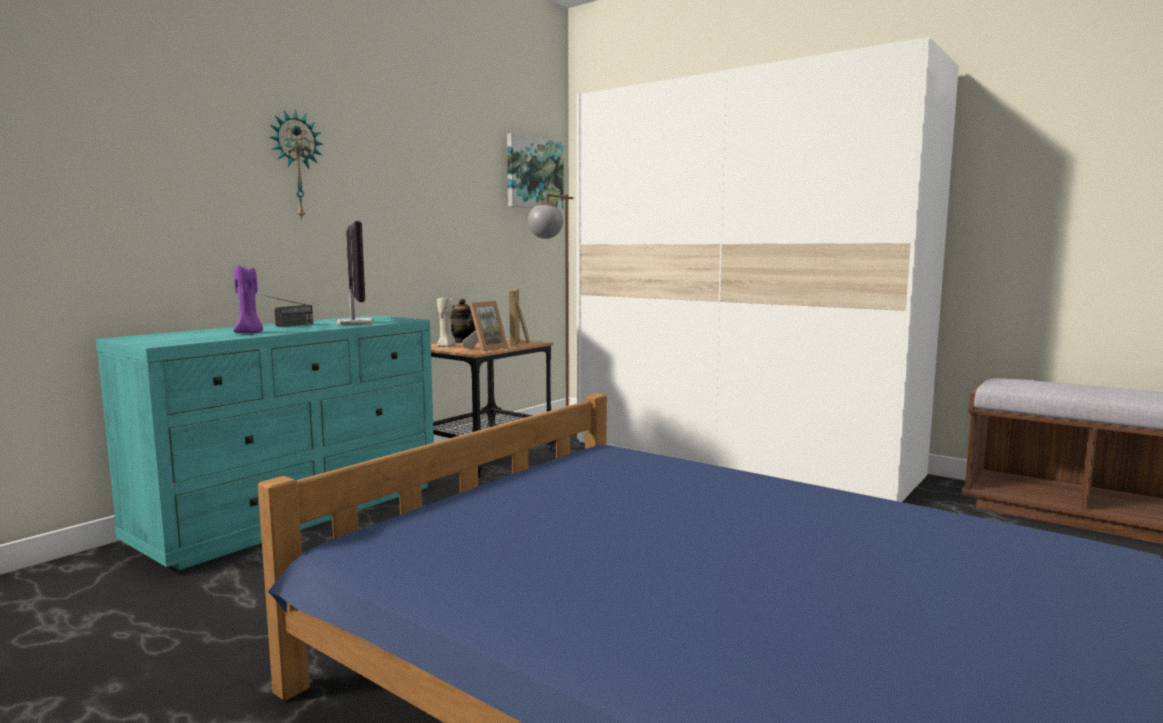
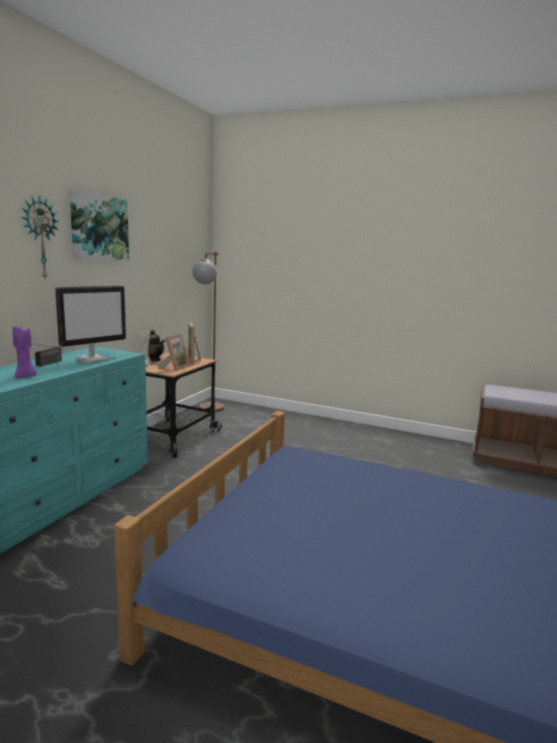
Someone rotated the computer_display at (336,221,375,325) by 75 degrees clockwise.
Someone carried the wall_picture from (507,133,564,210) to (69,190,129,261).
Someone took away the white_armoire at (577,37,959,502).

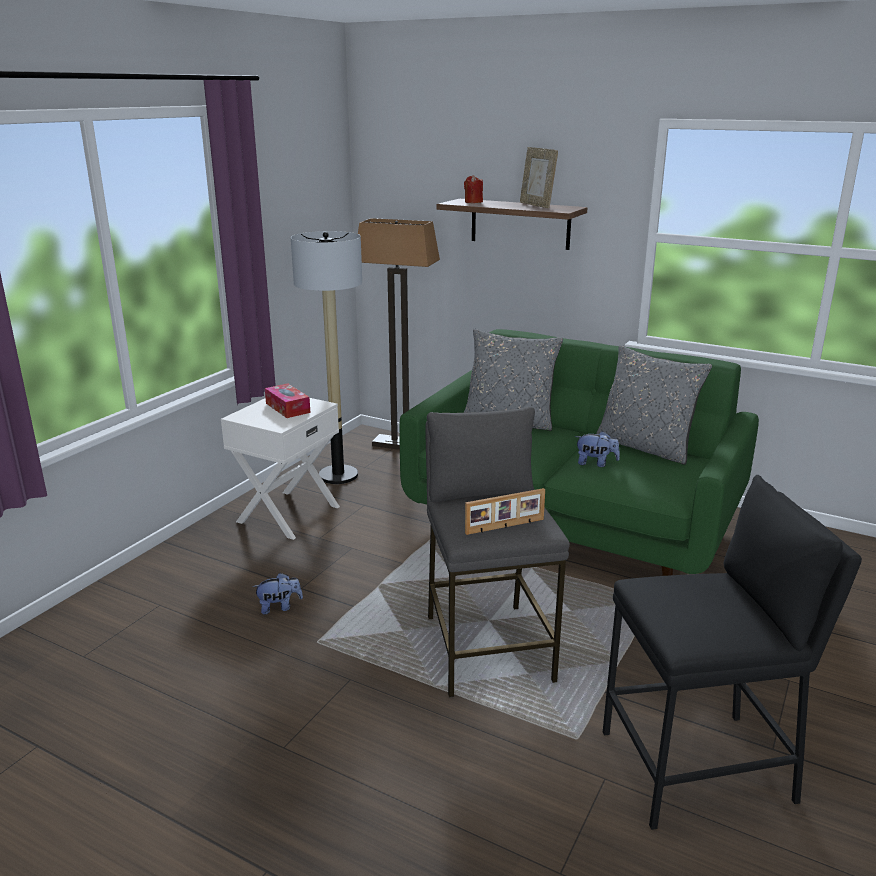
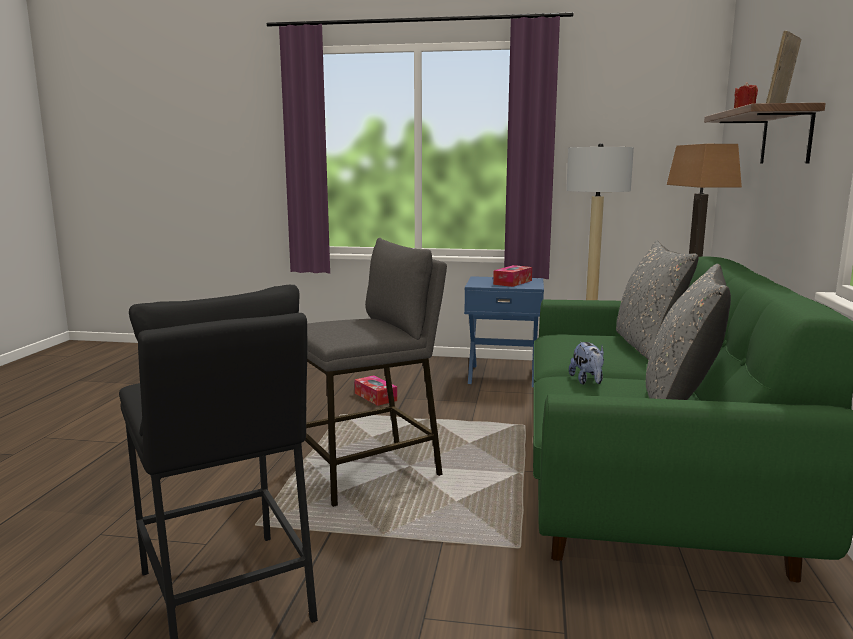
Someone swapped the plush_toy at (253,573,303,615) for the tissue_holder at (355,375,397,406).
Someone repainted the white_night_table at (221,398,340,540), which became the blue-coloured_night_table at (464,276,544,387).
Someone took away the photo_frame at (465,488,545,535).

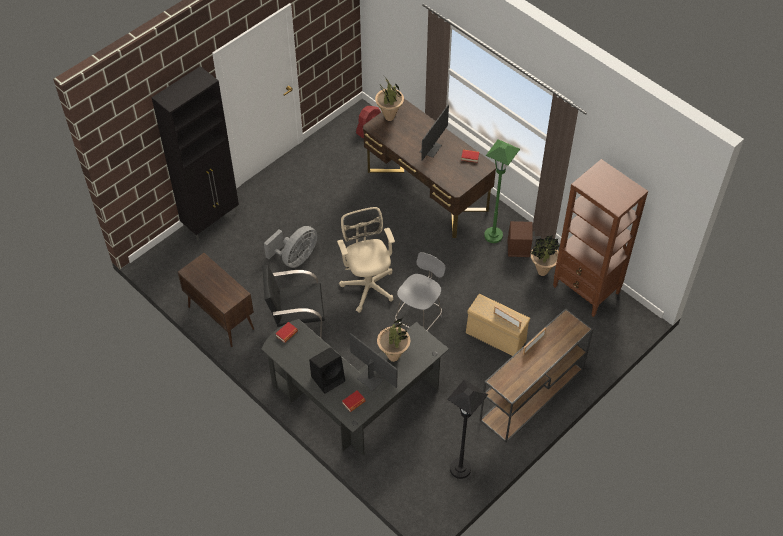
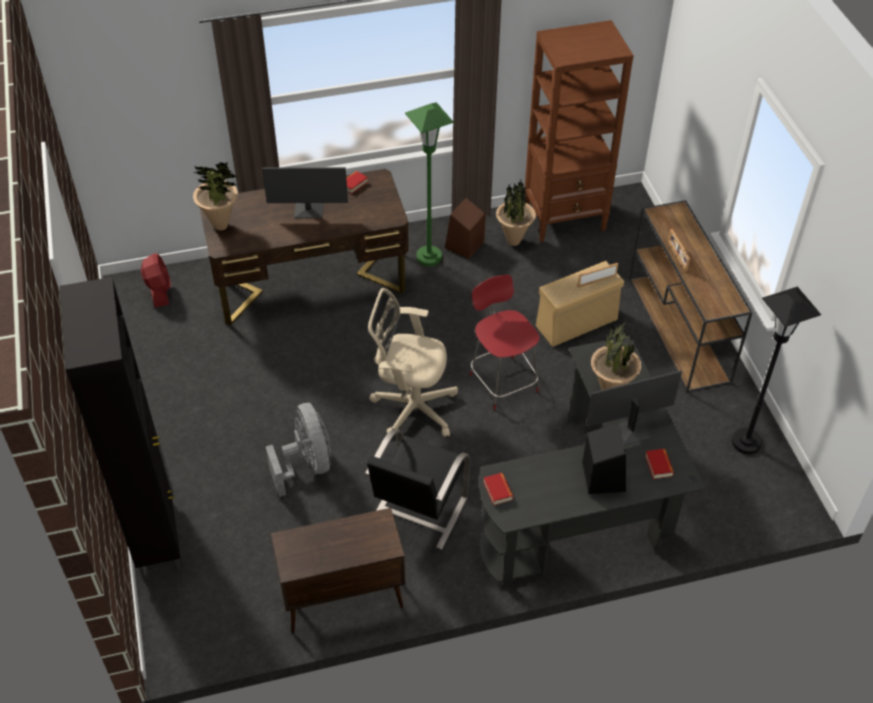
Someone rotated the computer_display at (420,104,449,161) by 120 degrees clockwise.
Someone repainted the gray_sitting_stool at (394,252,446,331), which became the reddish_sitting_stool at (470,275,539,410).

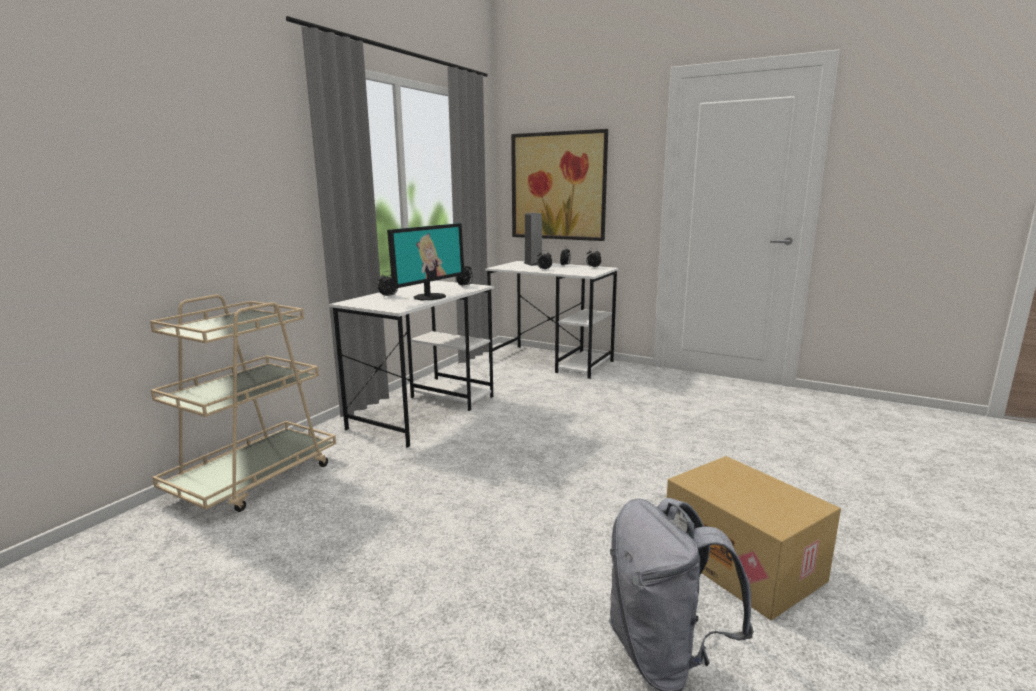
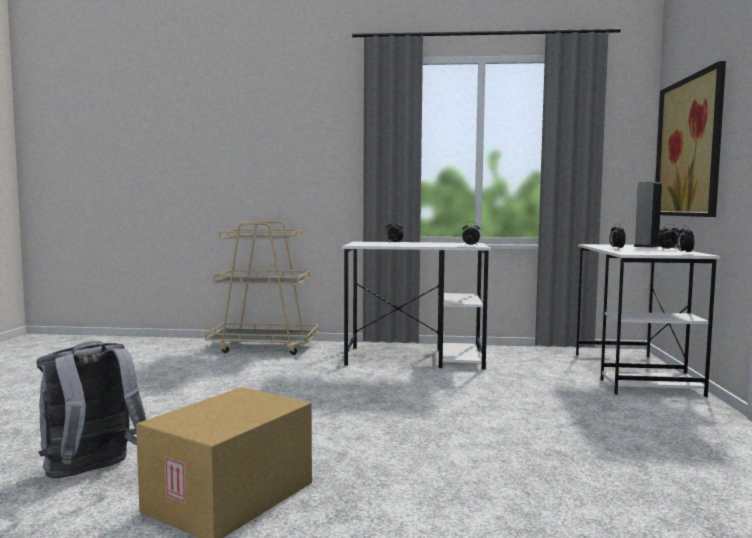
Someone took away the computer_display at (387,223,465,300).

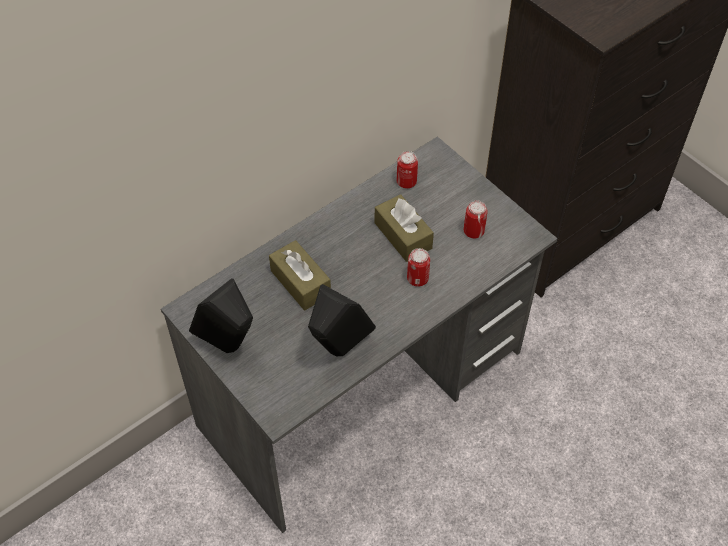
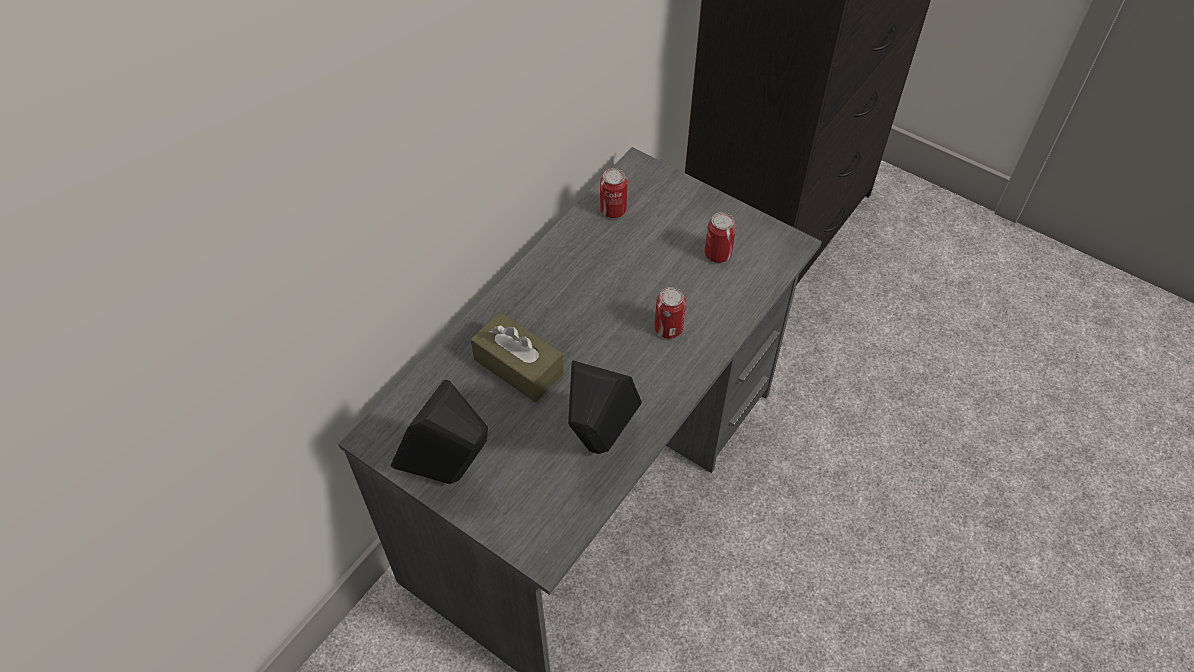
Someone took away the brownish_tissue_holder at (374,194,434,262).

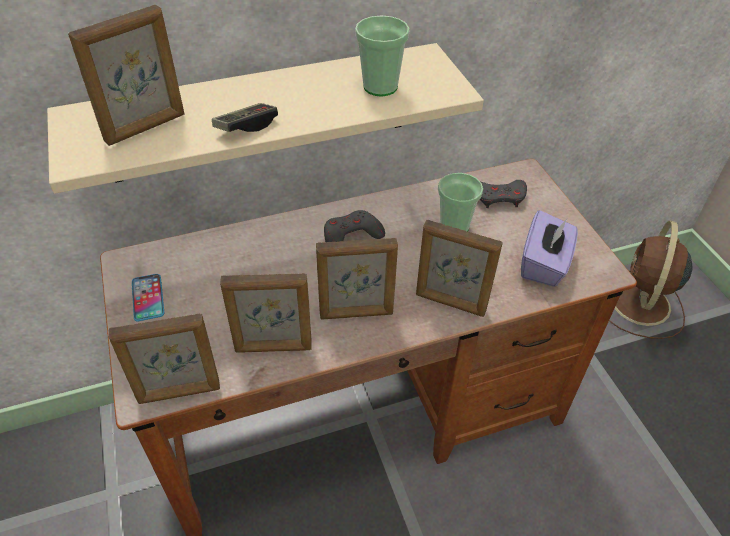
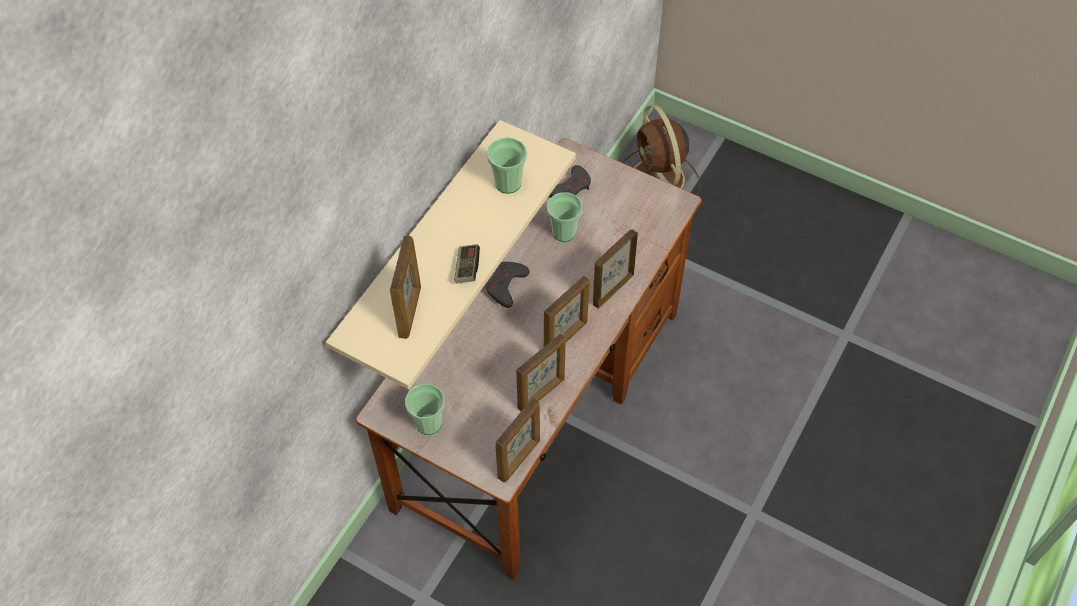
Someone swapped the handset at (132,274,164,322) for the small_cup at (405,384,444,435).
Someone rotated the photo_frame at (416,220,503,317) by 150 degrees clockwise.
Someone took away the purple_tissue_holder at (521,210,578,287).

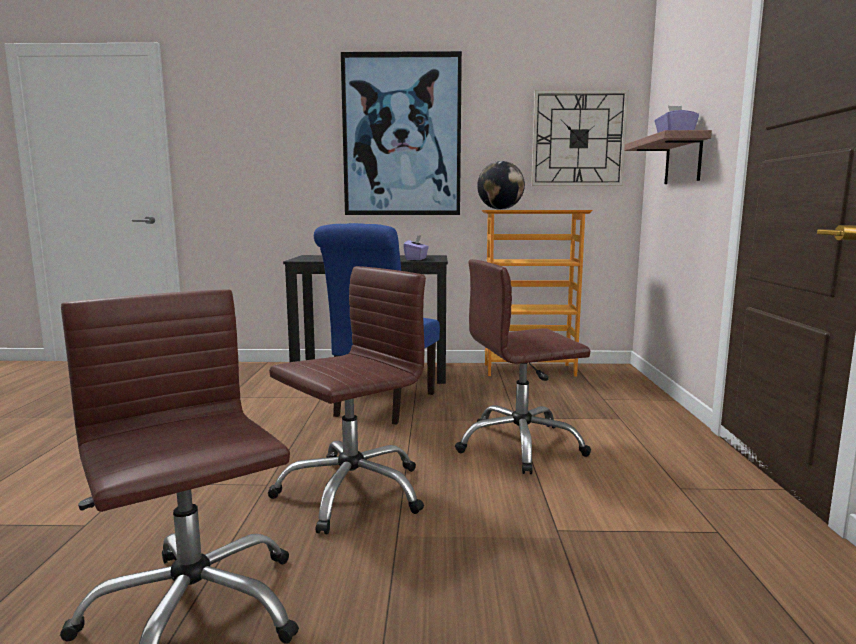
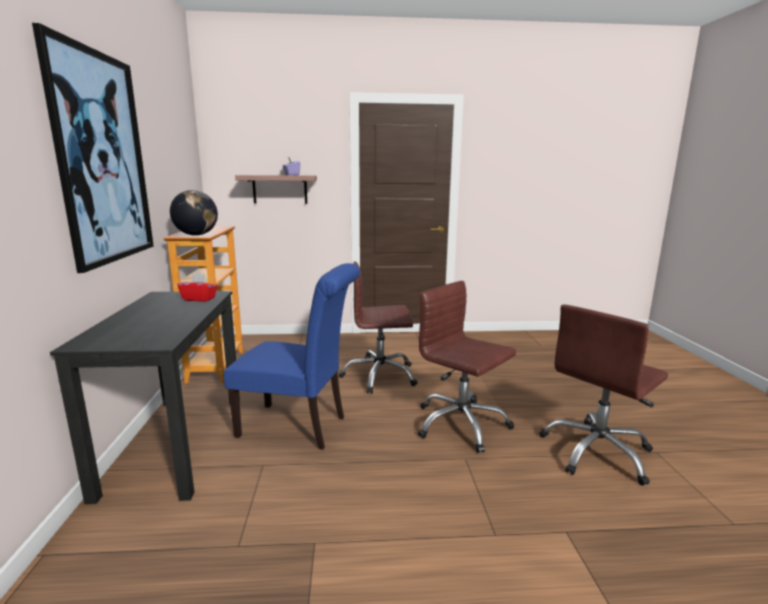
Someone repainted the purple_tissue_holder at (403,235,429,260), which became the reddish_tissue_holder at (177,274,218,302).
Someone rotated the brownish_office_chair at (455,259,591,474) by 105 degrees clockwise.
Someone took away the clock_on_the_wall at (531,90,629,186).

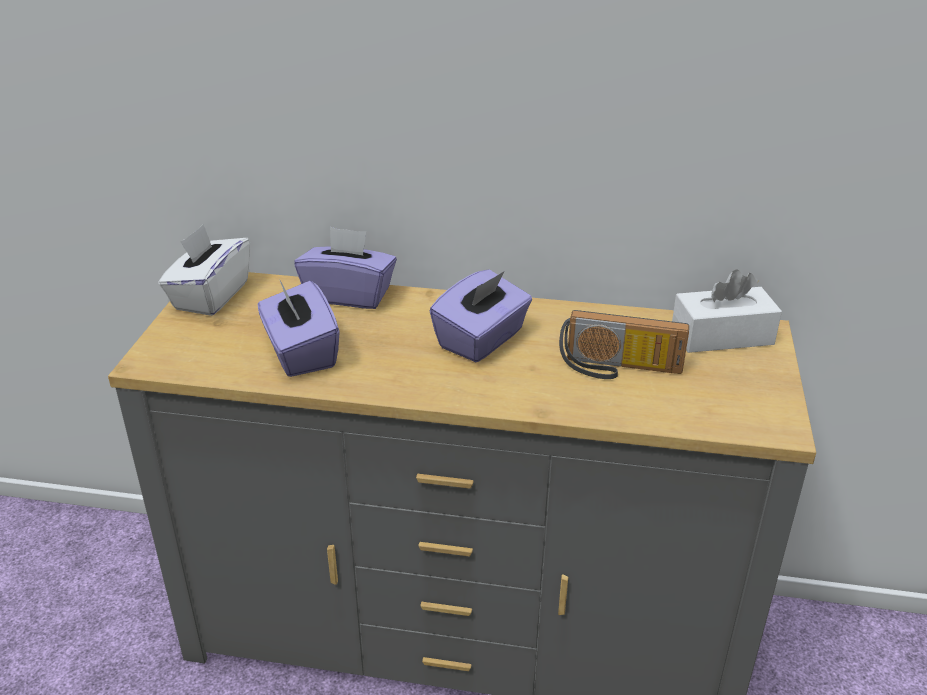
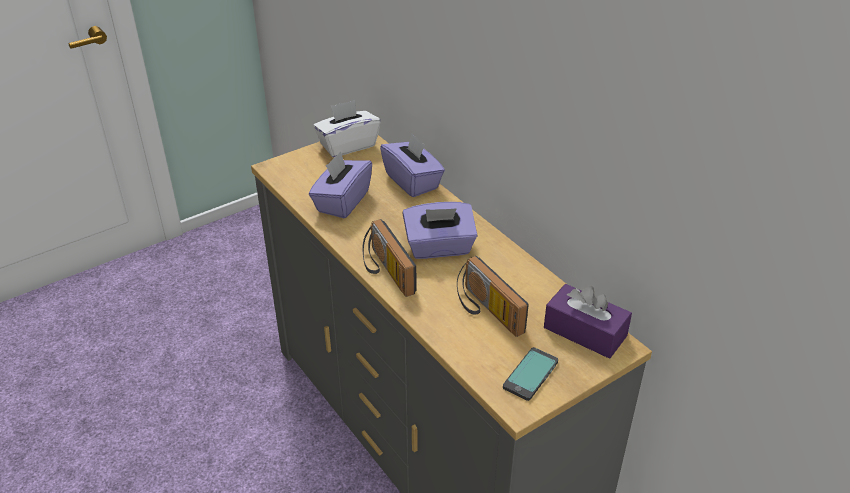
Someone put down the radio_receiver at (362,219,417,297).
Someone put down the handset at (503,347,558,401).
Someone repainted the white_tissue_holder at (672,269,782,353), which became the purple_tissue_holder at (544,284,632,359).

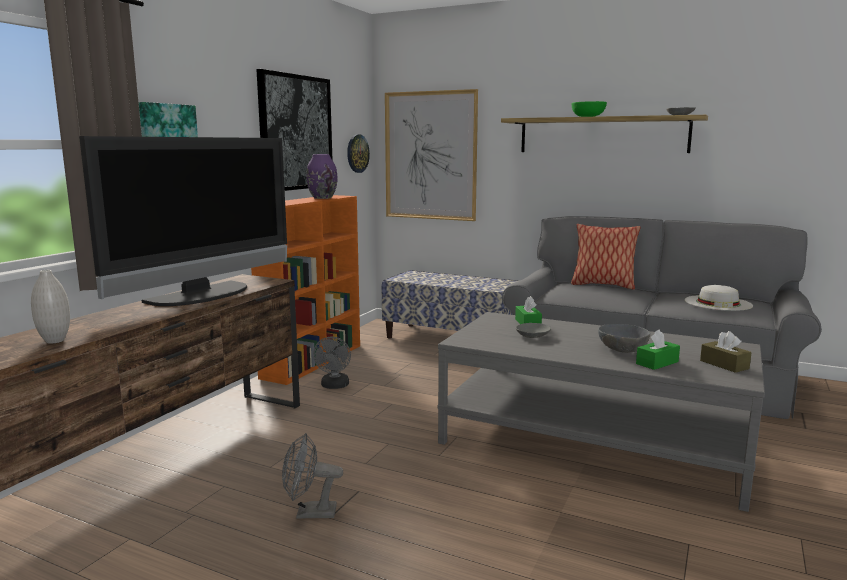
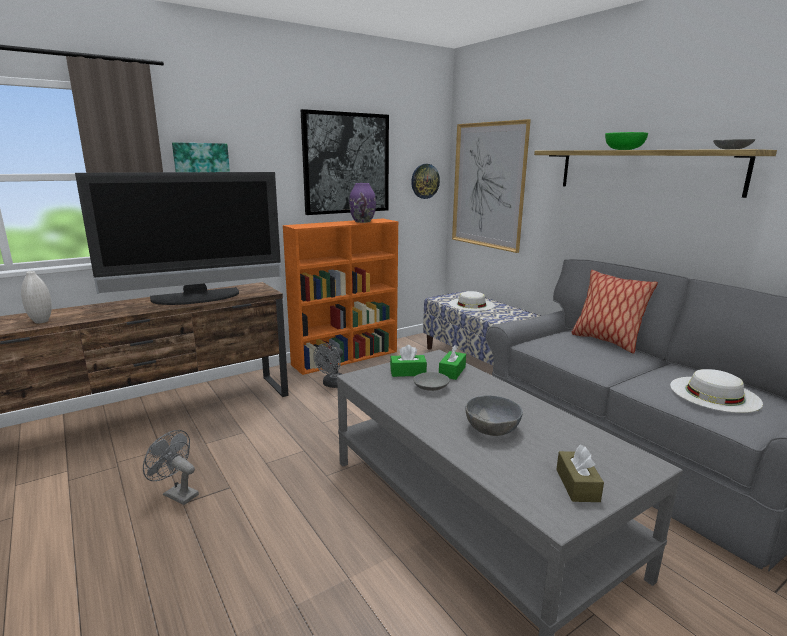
Someone carried the green_tissue_holder from (636,330,680,370) to (390,345,427,377).
Someone put down the white_hat at (449,291,495,311).

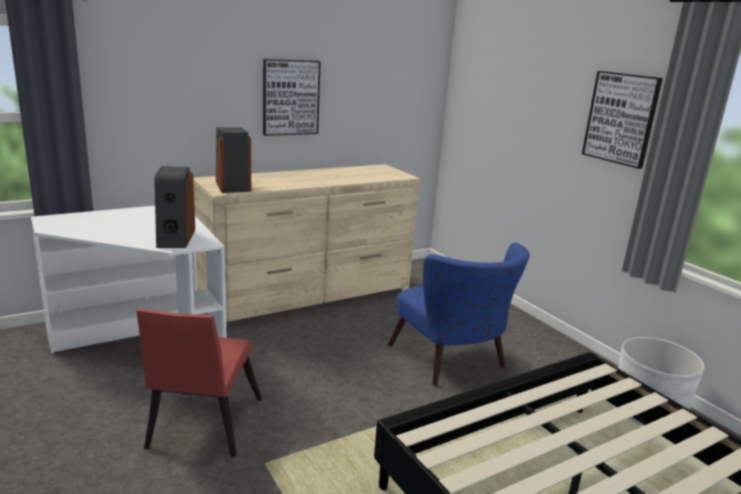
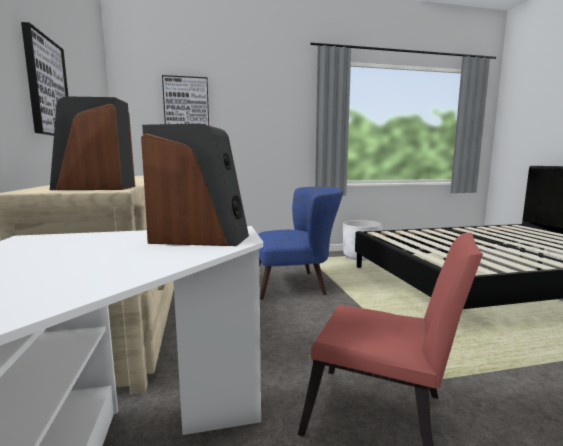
Someone carried the wall_picture from (582,71,663,169) to (162,75,209,126).

